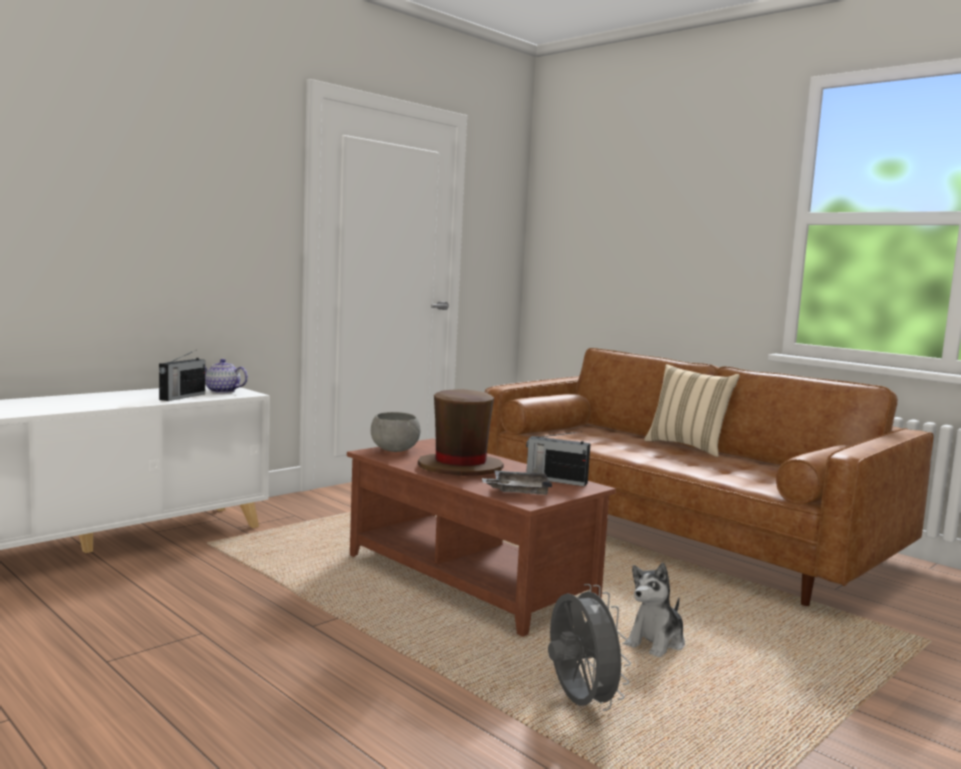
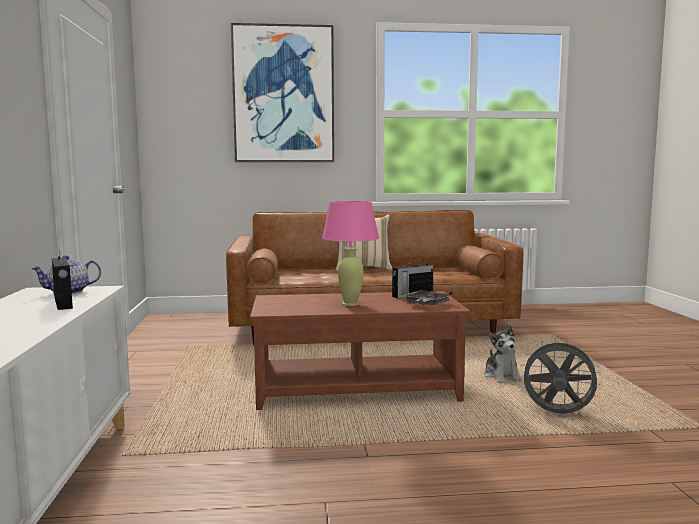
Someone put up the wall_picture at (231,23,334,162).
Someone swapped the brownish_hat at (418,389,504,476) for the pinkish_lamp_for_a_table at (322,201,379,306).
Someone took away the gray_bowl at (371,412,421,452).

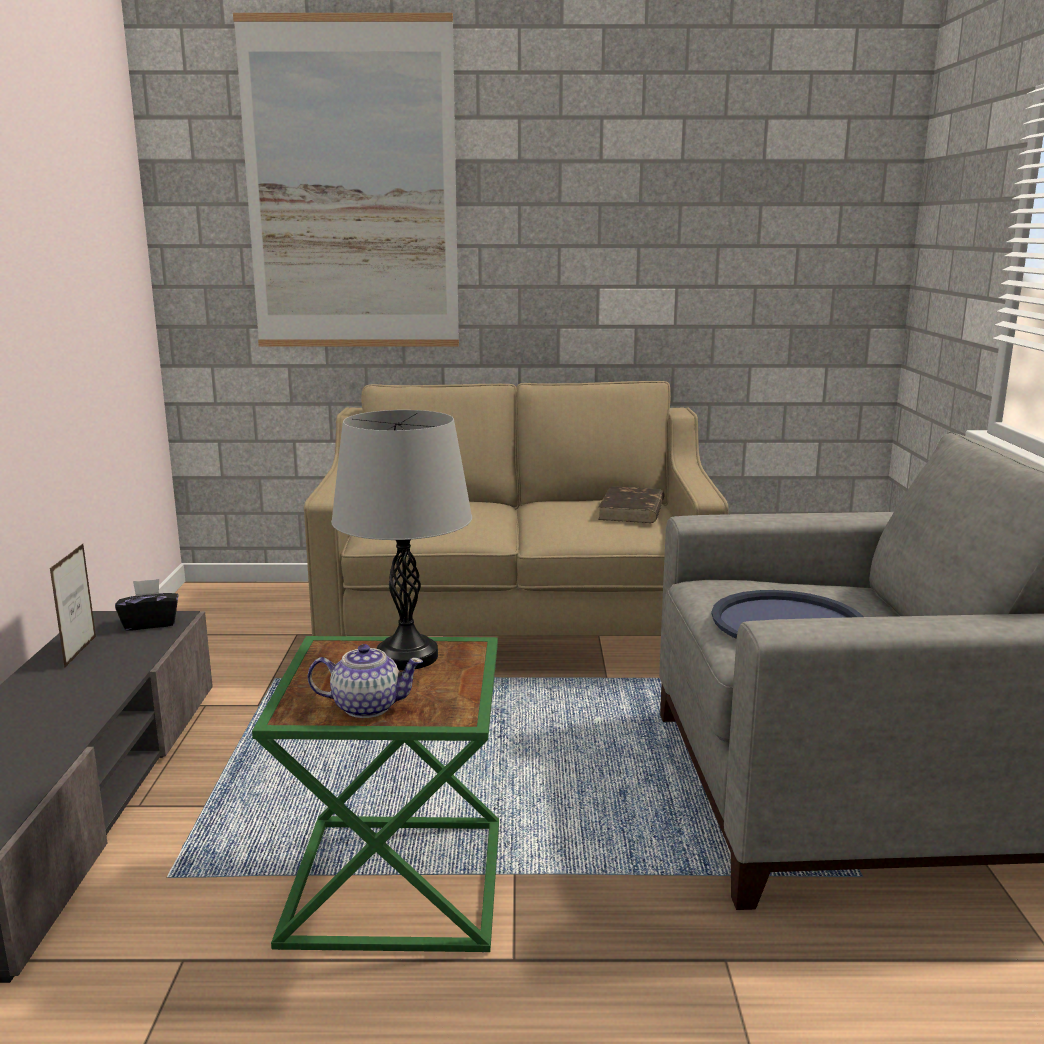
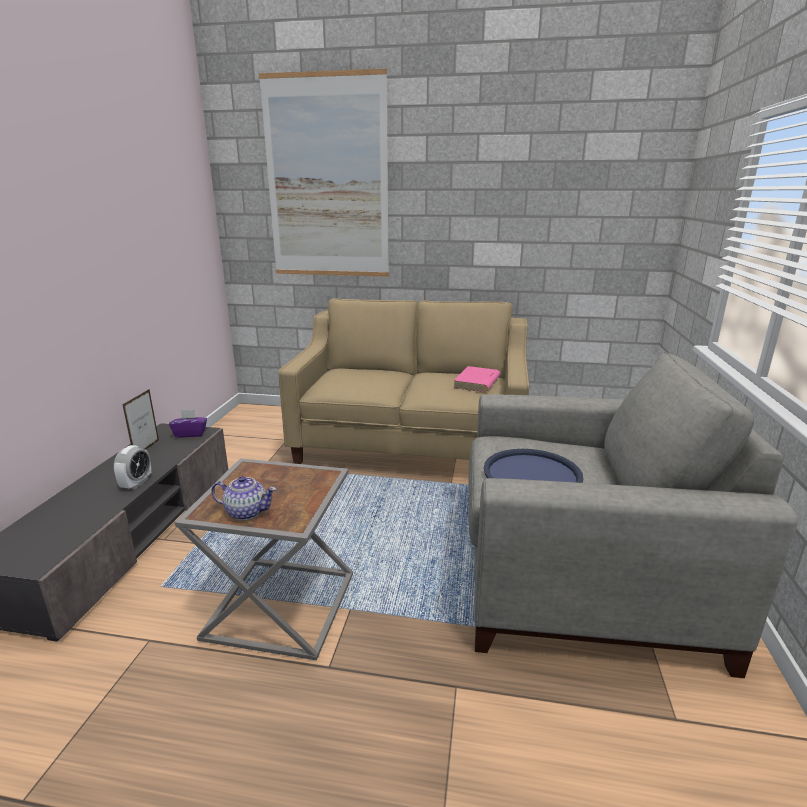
Someone put down the bedside_clock at (114,445,151,490).
Someone repainted the black_tissue_holder at (115,579,179,631), which became the purple_tissue_holder at (169,410,207,438).
Someone repainted the green_side_table at (252,636,499,952), which became the gray_side_table at (175,458,353,660).
Someone repainted the brownish_book at (598,486,665,523), which became the pinkish_book at (453,366,500,392).
Someone took away the gray_lamp_for_a_table at (331,410,472,670).

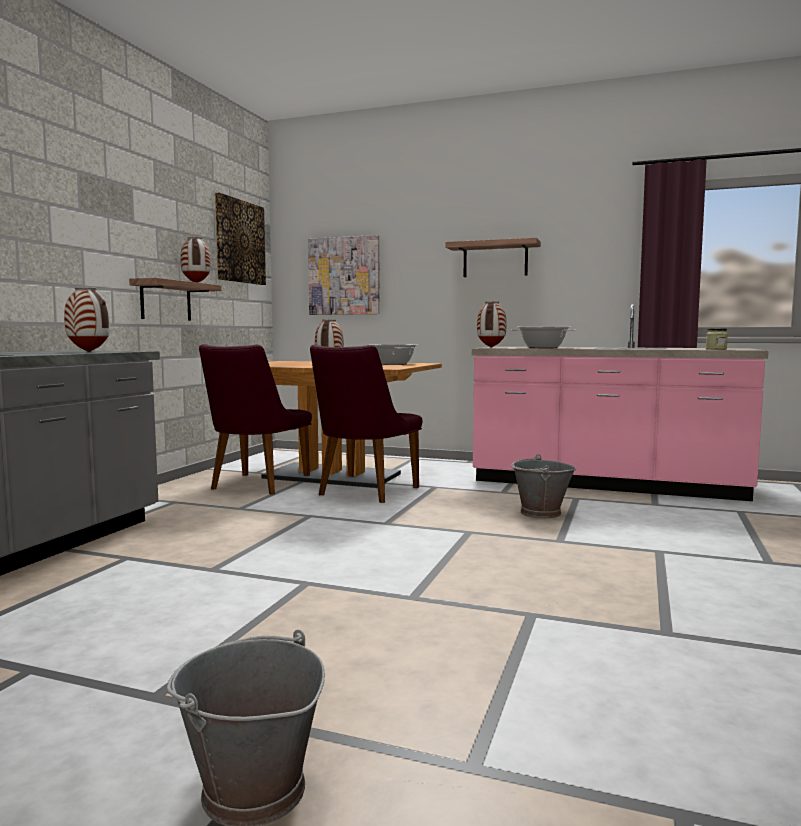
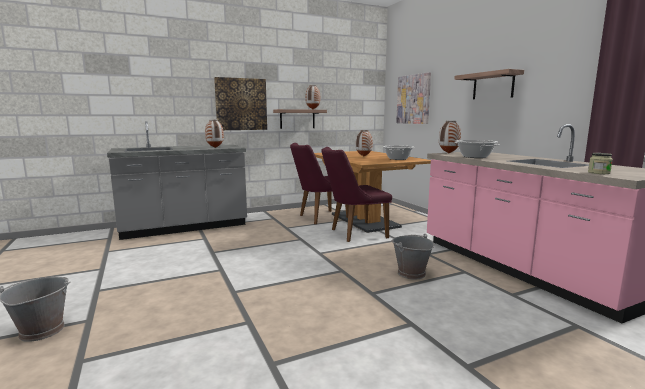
Someone carried the wall_picture from (215,193,266,285) to (214,77,267,130).

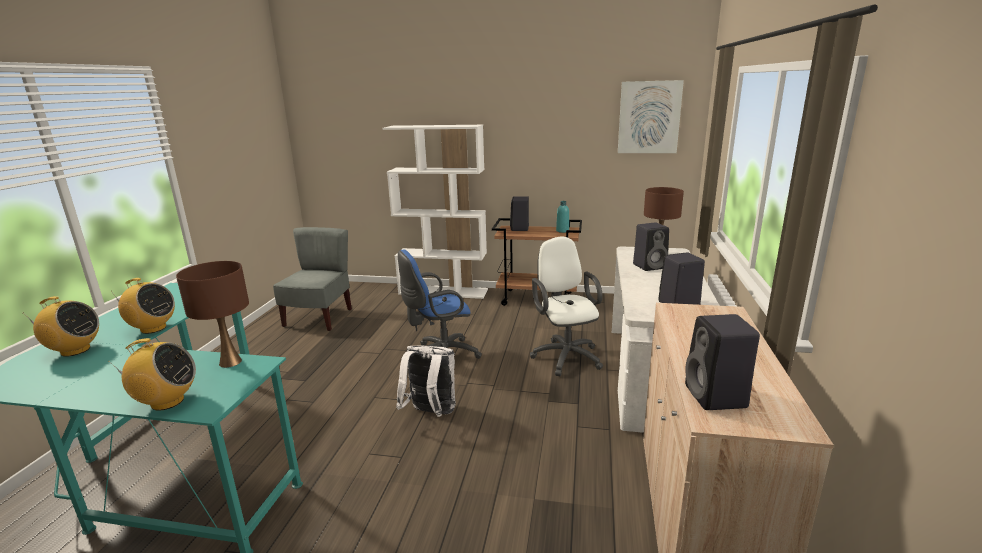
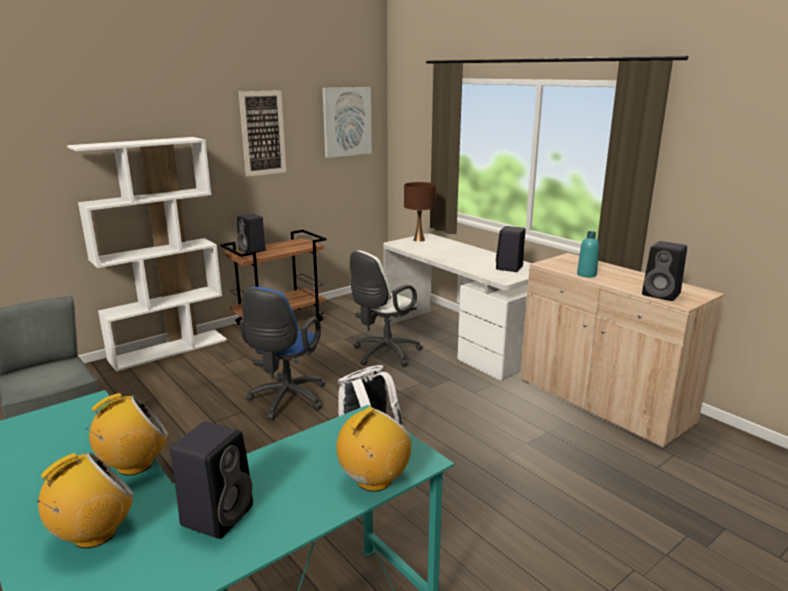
Someone carried the black_audio_speaker from (633,222,669,271) to (170,422,253,539).
Someone put up the wall_picture at (239,90,286,177).
Someone rotated the white_office_chair at (530,236,603,376) by 75 degrees counterclockwise.
Someone carried the turquoise_bottle from (556,201,569,233) to (577,231,599,278).
Someone took away the brownish_lamp_for_a_table at (176,261,249,368).

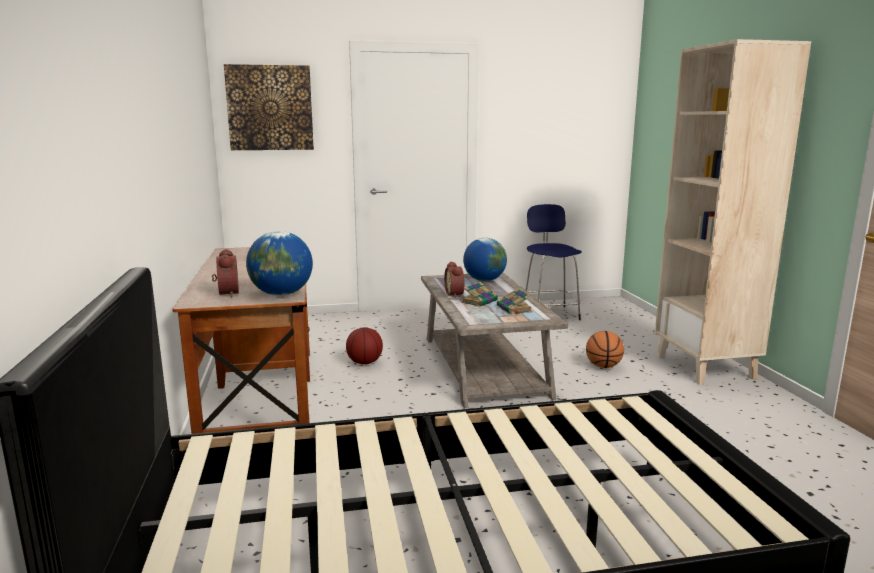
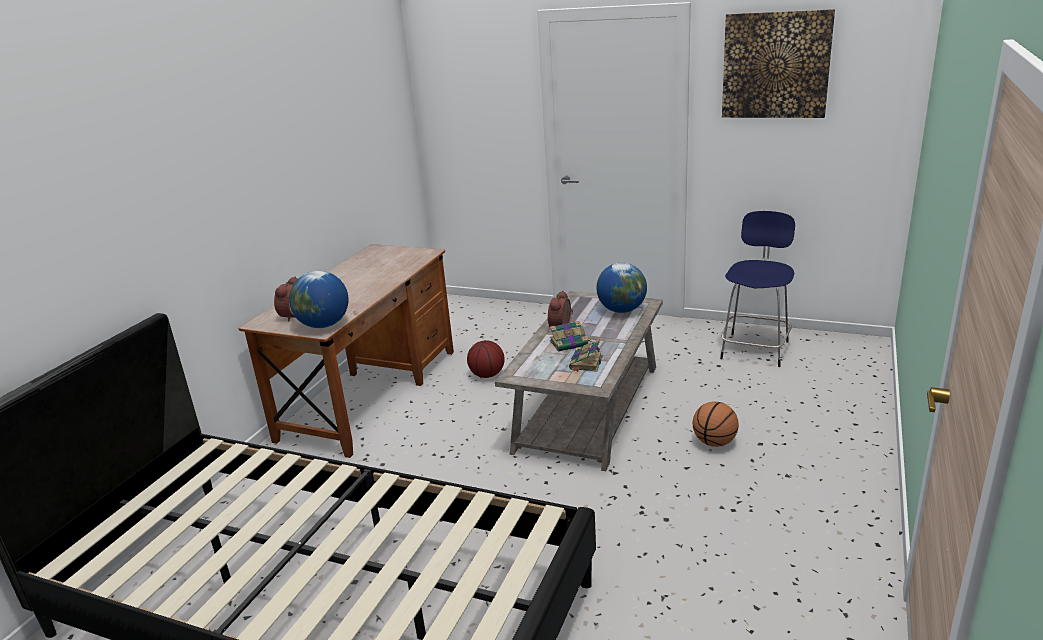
Someone carried the wall_picture from (224,64,314,150) to (722,9,835,118).
Someone took away the beige-coloured_bookcase at (655,39,811,384).

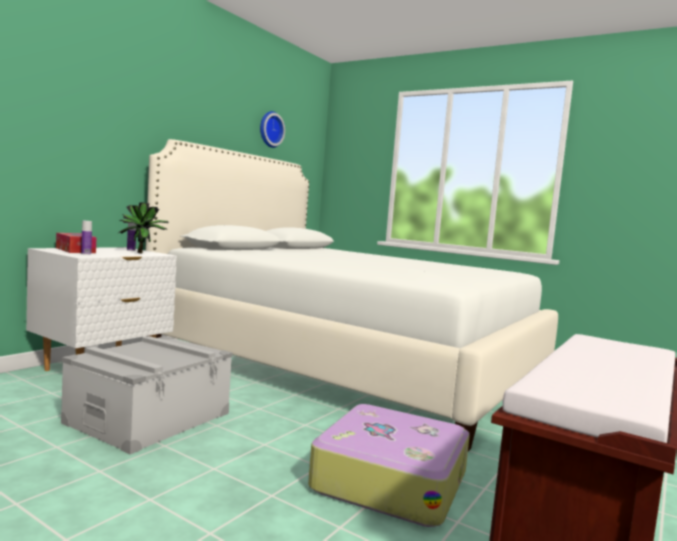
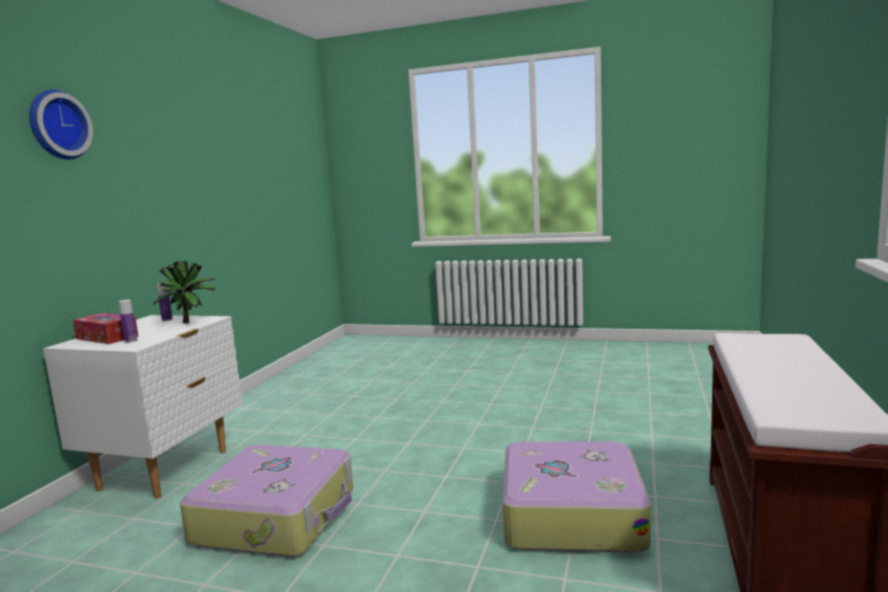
Someone carried the clock_on_the_wall from (260,111,285,148) to (29,90,93,159).
Someone swapped the gray_storage_box at (61,336,232,454) for the suitcase at (180,445,353,557).
Someone took away the white_bed at (145,139,558,451).

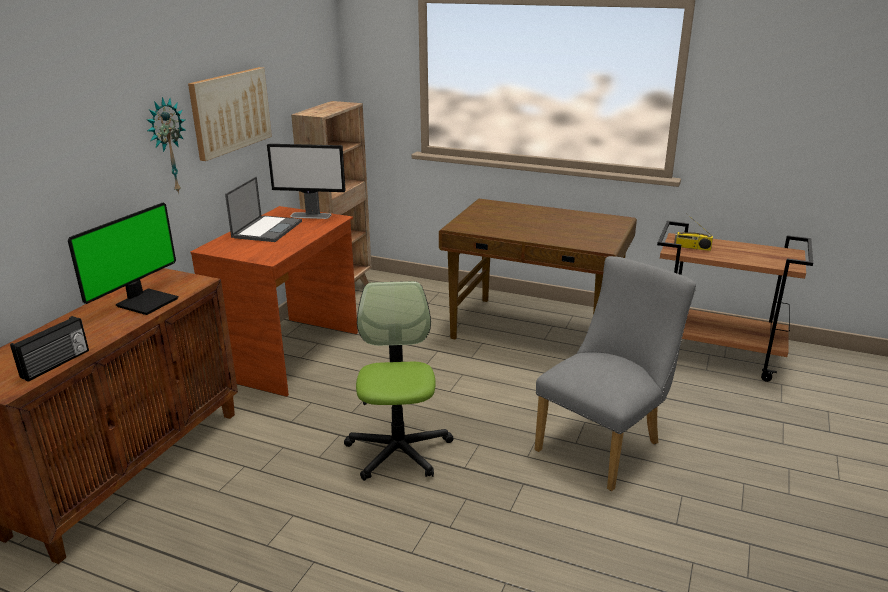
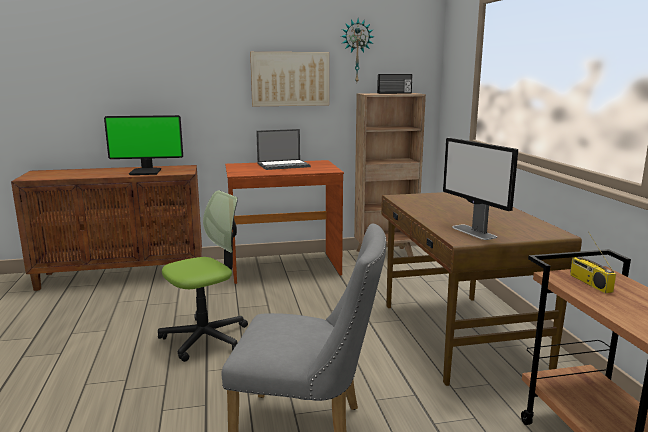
Someone carried the clock_on_the_wall from (146,97,185,194) to (341,18,374,82).
Someone carried the radio_receiver from (10,316,89,382) to (377,74,412,94).
Someone carried the computer_display from (267,144,346,219) to (443,138,518,240).

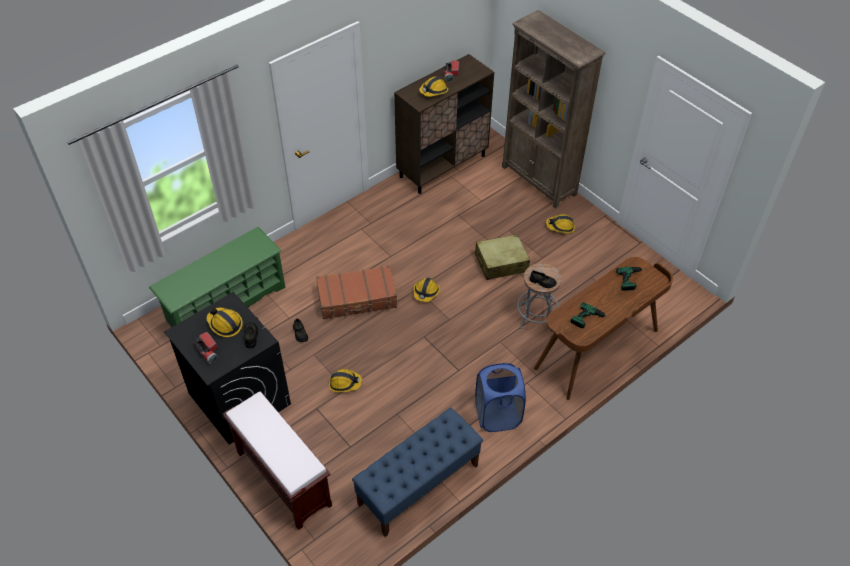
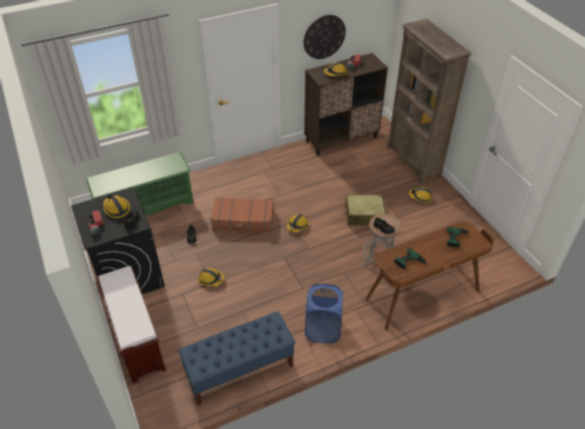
Someone put up the clock_on_the_wall at (304,15,346,59).

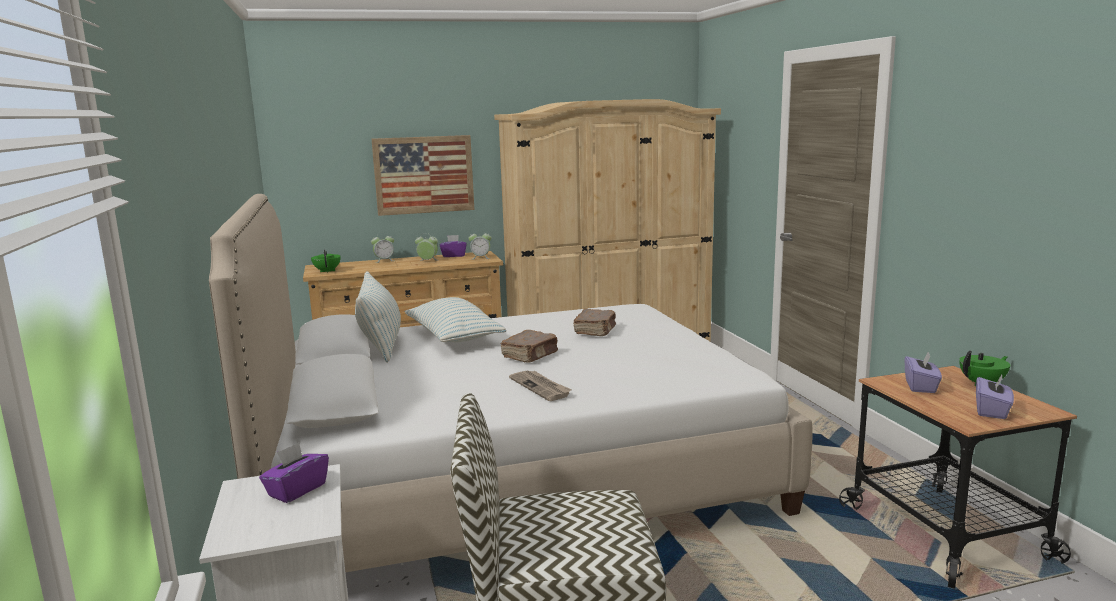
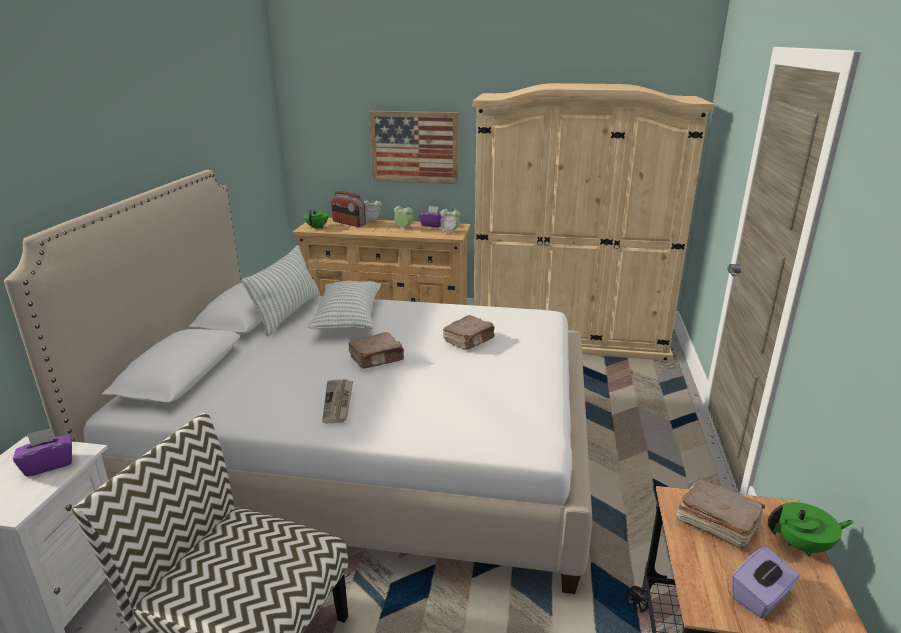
Someone put down the radio_receiver at (331,191,366,227).
Someone swapped the purple_tissue_holder at (905,351,942,393) for the brownish_book at (676,478,765,549).

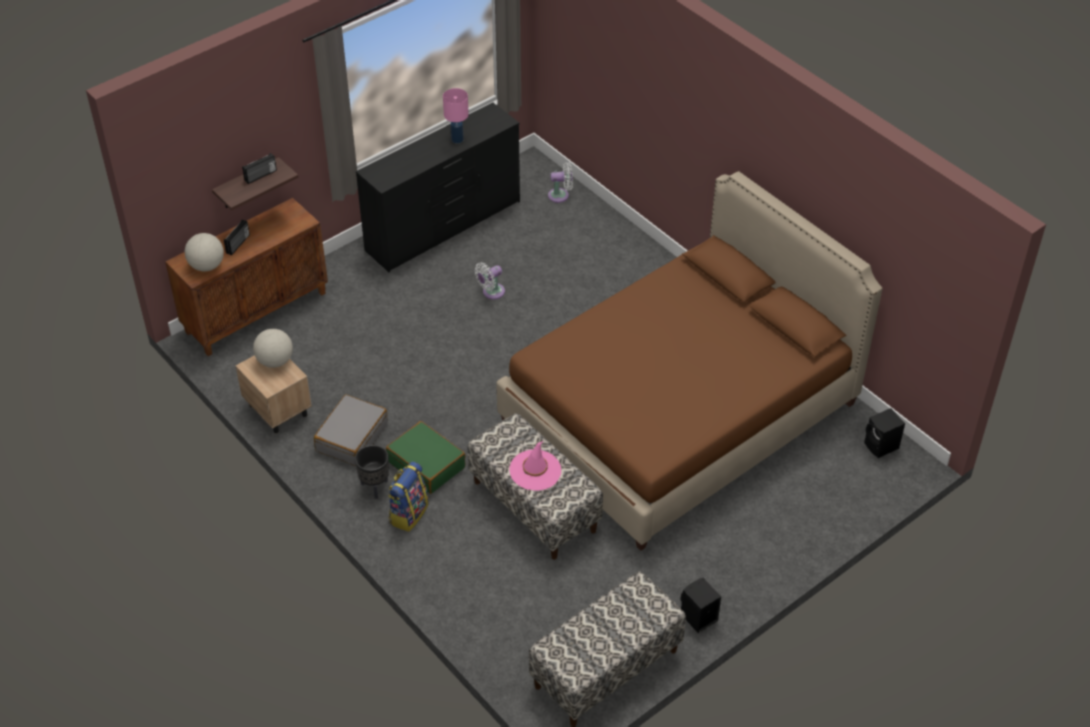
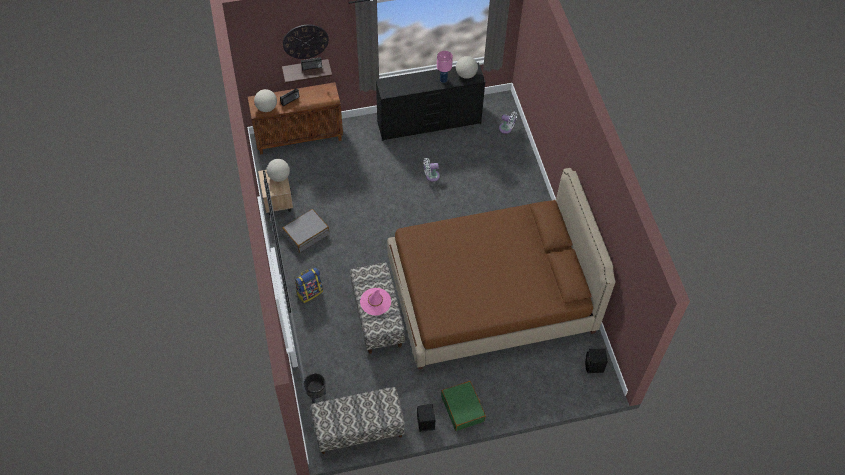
Someone put up the clock_on_the_wall at (283,24,329,59).
Someone carried the black_flower_pot from (355,445,389,499) to (304,373,326,403).
Someone carried the green_suitcase from (386,421,466,494) to (441,381,486,431).
Someone put down the globe at (456,56,478,79).

